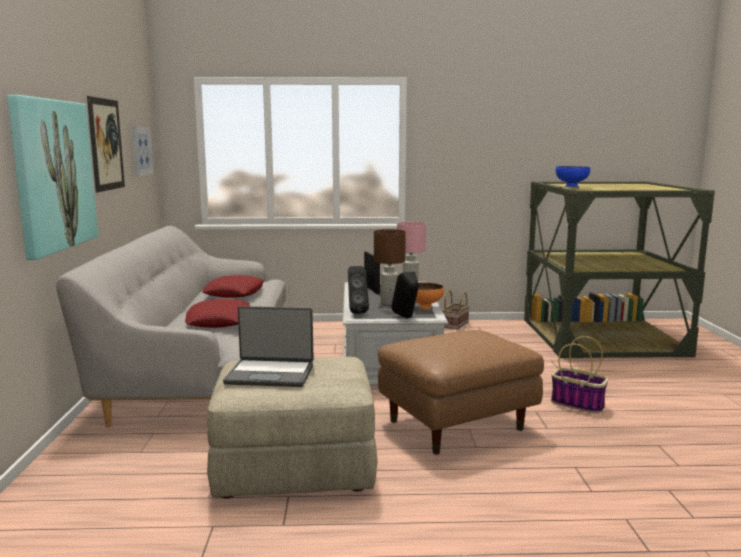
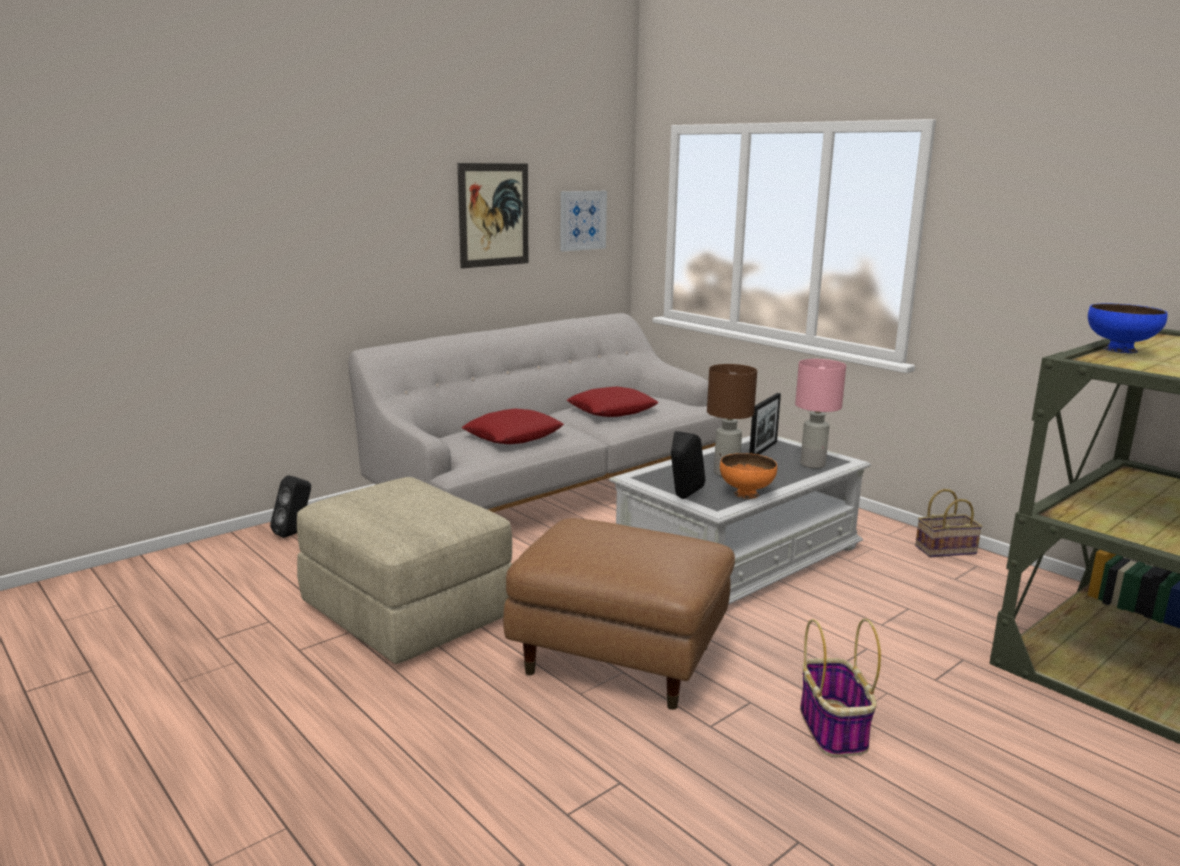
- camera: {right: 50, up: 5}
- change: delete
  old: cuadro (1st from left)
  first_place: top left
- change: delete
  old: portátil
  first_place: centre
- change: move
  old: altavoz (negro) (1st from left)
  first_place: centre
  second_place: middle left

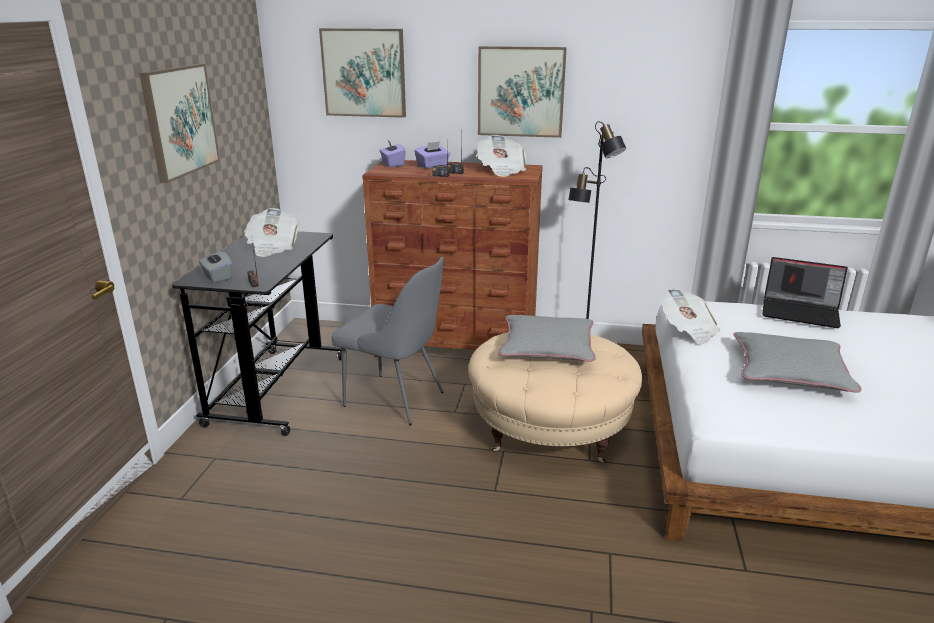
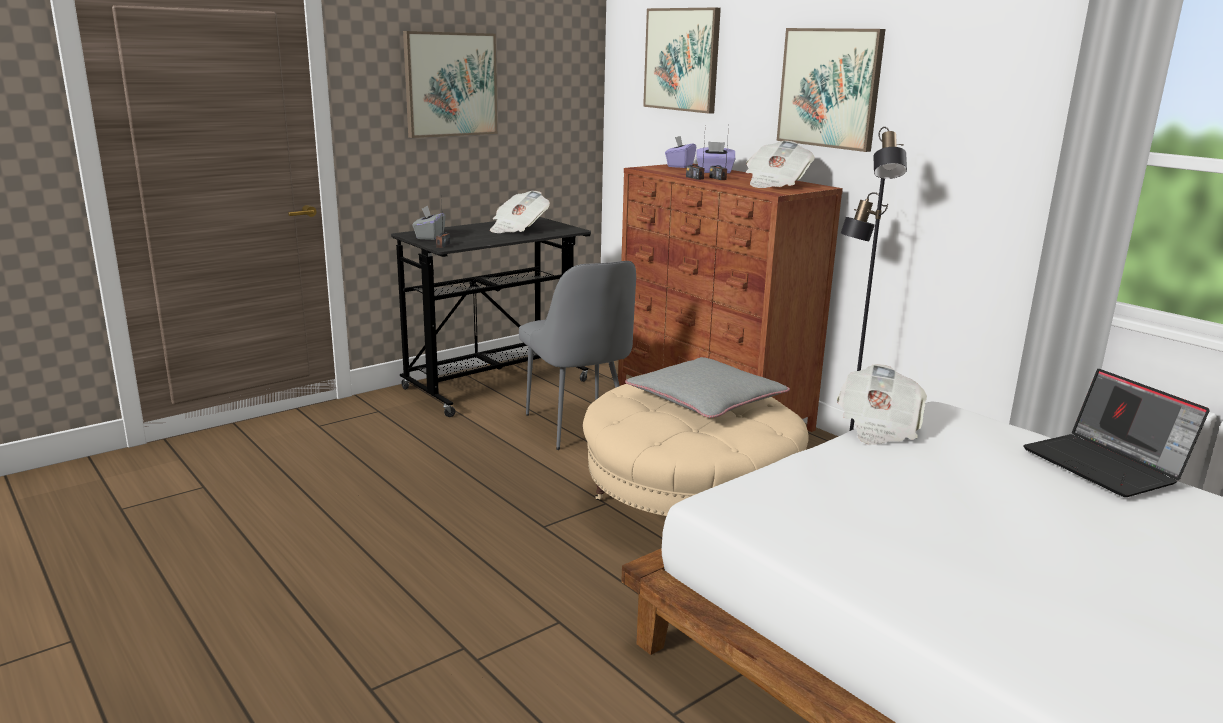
- camera: {right: 40, up: -5}
- change: delete
  old: cojín (gris) (2nd from left)
  first_place: middle right

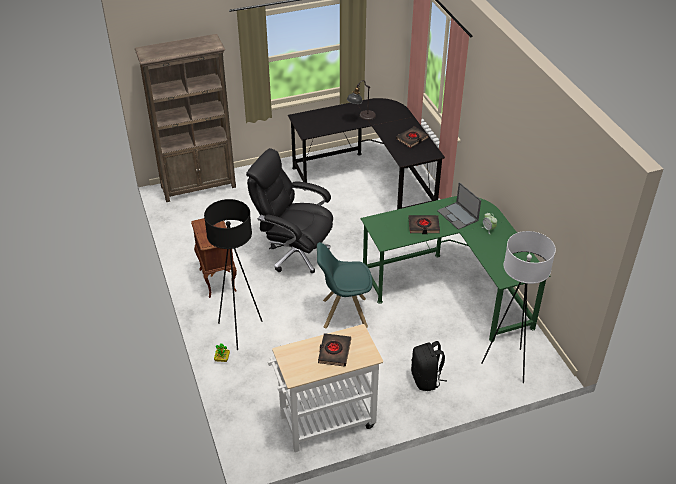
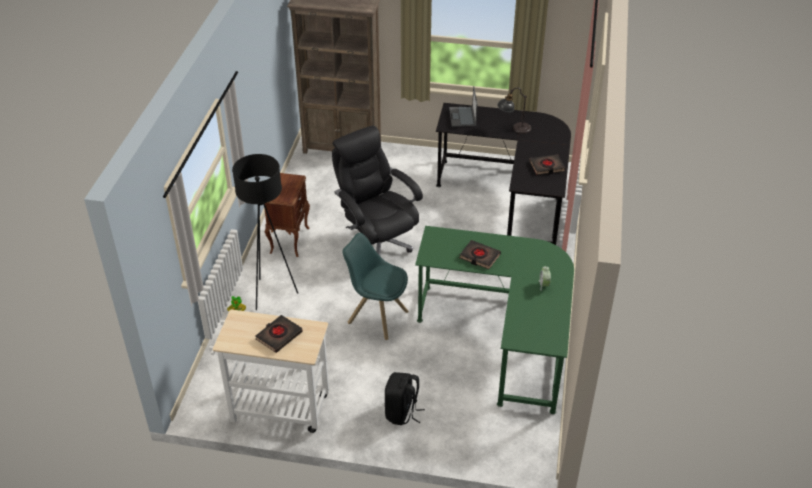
- camera: {right: 30, up: 0}
- change: move
  old: portátil
  first_place: middle right
  second_place: top centre
- change: delete
  old: lámpara de pie (blanco)
  first_place: middle right

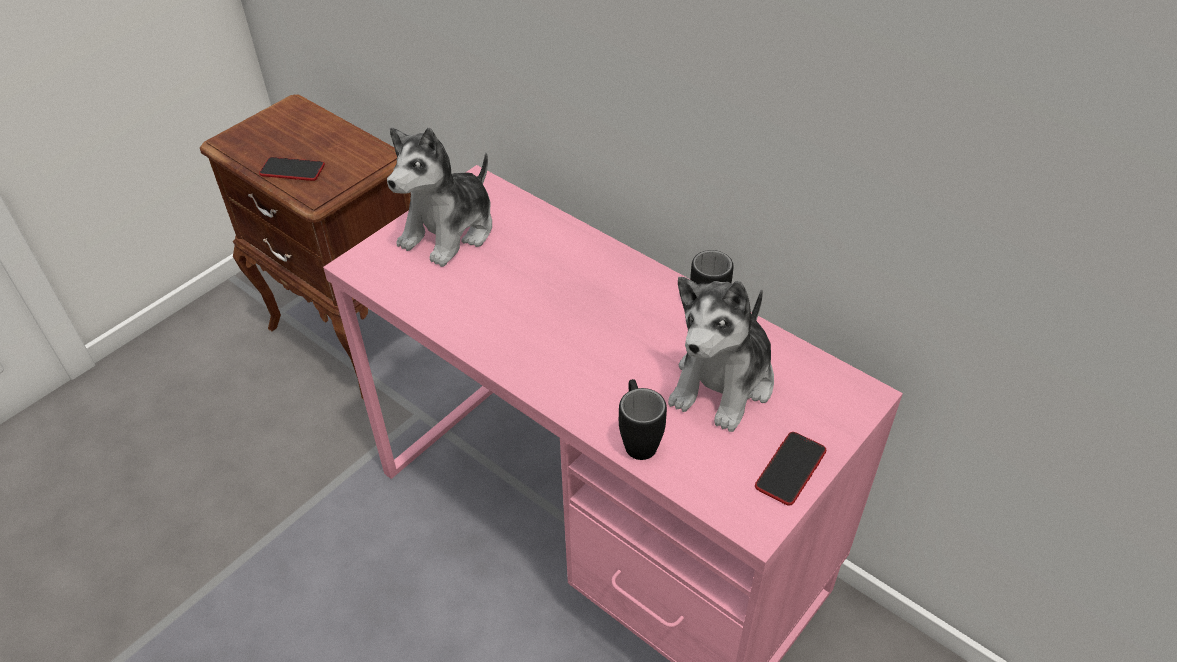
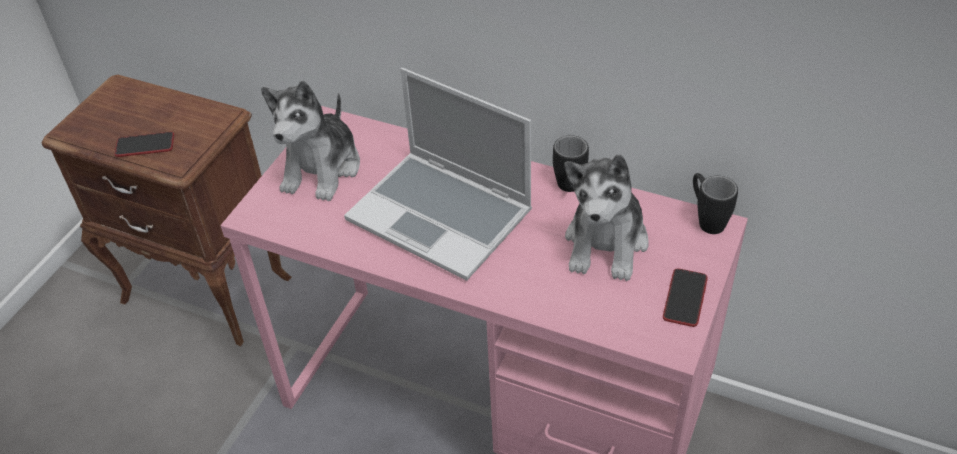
- camera: {right: -15, up: 0}
- change: move
  old: taza grande (negro) (1st from left in the first image)
  new: taza grande (negro) (2nd from left)
  first_place: centre
  second_place: middle right
- change: insert
  new: portátil
  second_place: centre

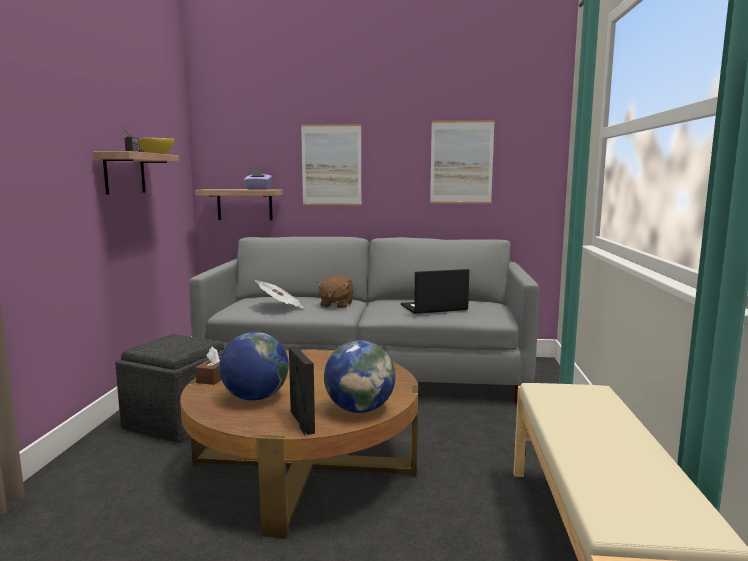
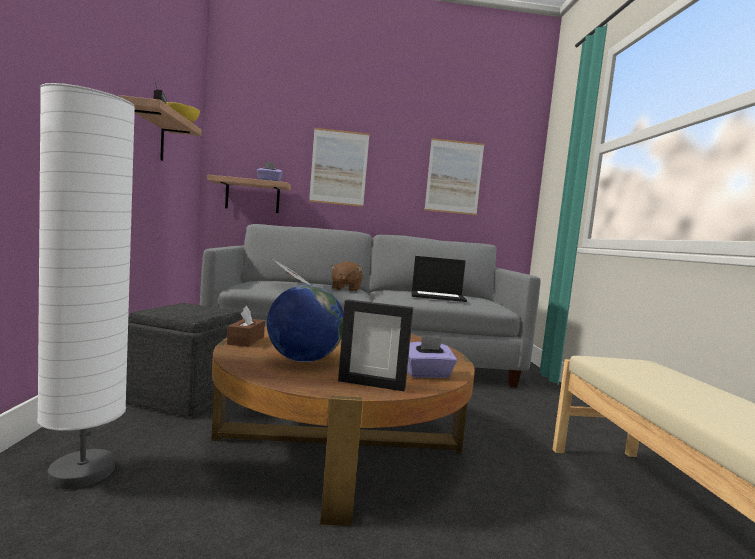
- camera: {right: -10, up: -5}
- change: rotate
  old: portarretratos
  first_place: bottom centre
  second_place: centre
  degrees: 135
- change: replace
  old: globo terráqueo (2nd from left)
  new: caja de pañuelos (morado) (2nd from left)
  first_place: bottom centre
  second_place: centre
- change: rotate
  old: portátil
  first_place: centre
  second_place: centre
  degrees: -150
- change: insert
  new: lámpara de pie (blanco)
  second_place: middle left

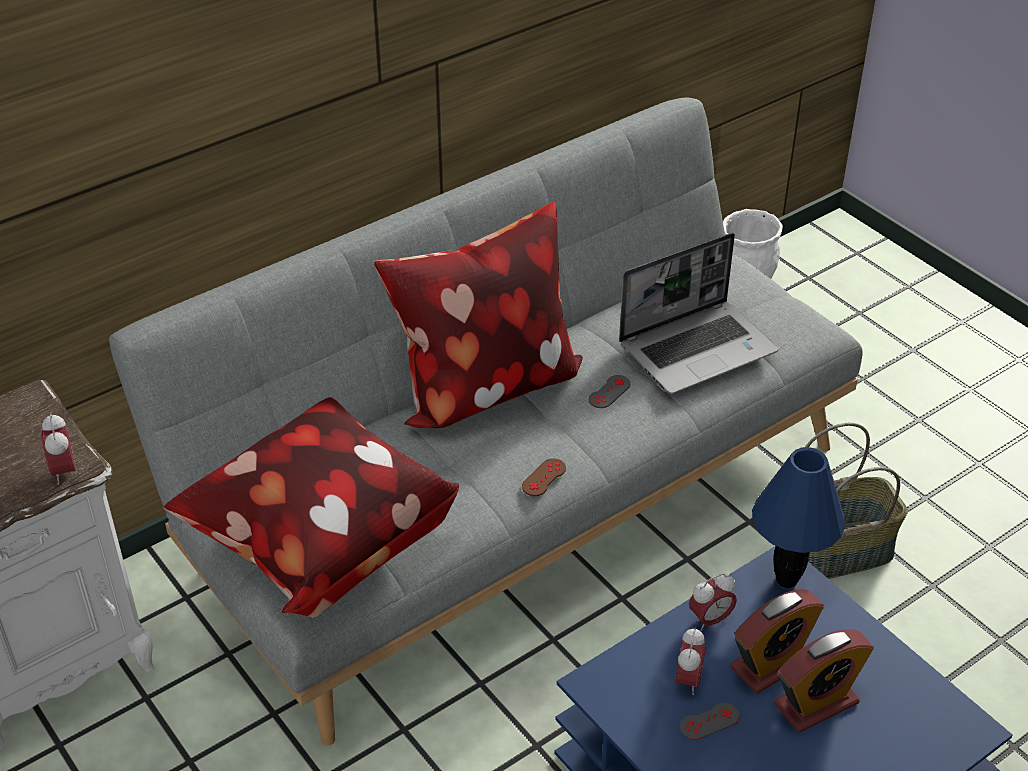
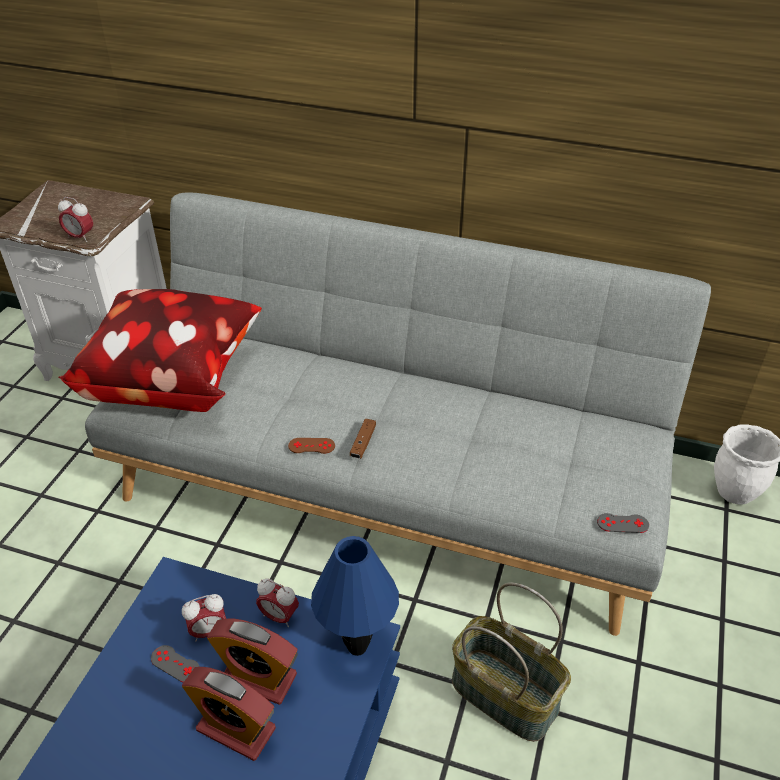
- camera: {right: 55, up: 0}
- change: rotate
  old: despertador (1st from left)
  first_place: middle left
  second_place: top left
  degrees: -105
- change: delete
  old: cojín (2nd from left)
  first_place: centre
- change: move
  old: mando de consola (gris) (1st from left in the first image)
  new: mando de consola (gris) (2nd from left)
  first_place: centre
  second_place: bottom right
- change: delete
  old: portátil
  first_place: middle right
- change: insert
  new: mando de consola (marrón) (2nd from left)
  second_place: centre

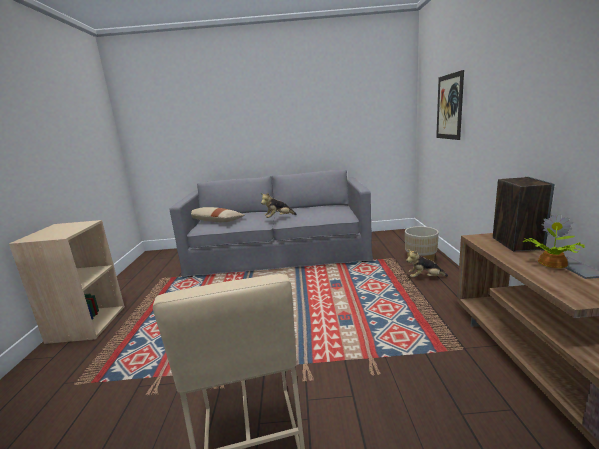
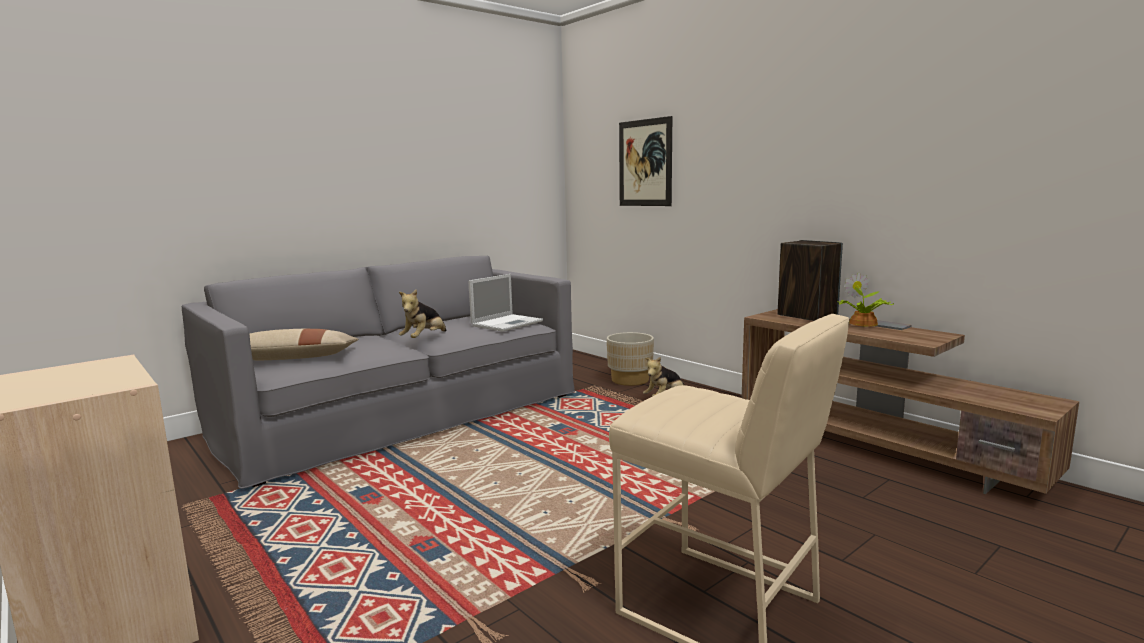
- camera: {right: -40, up: -5}
- change: insert
  new: portátil
  second_place: centre

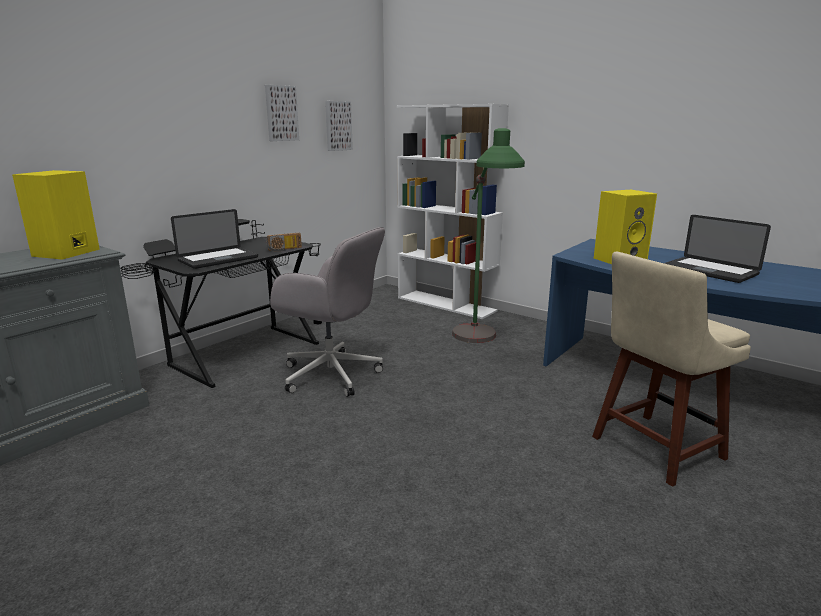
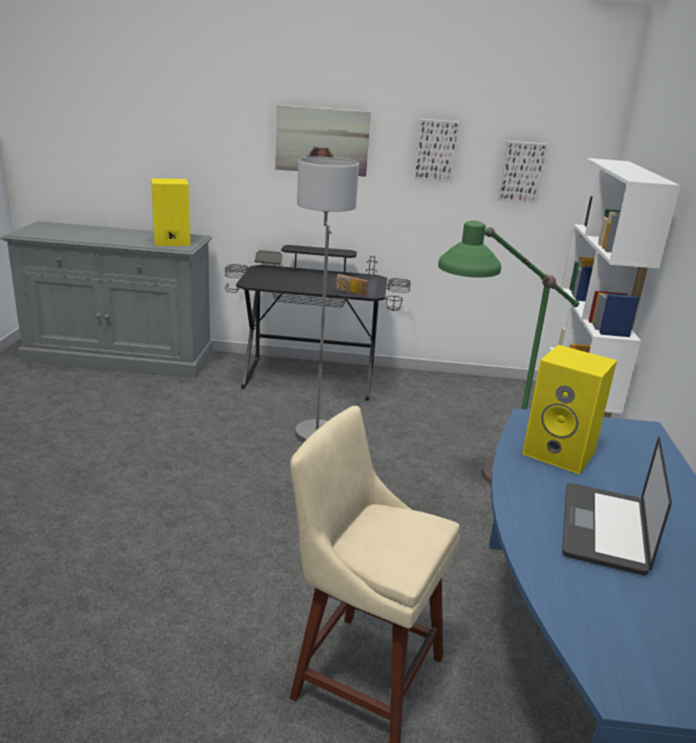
- camera: {right: 55, up: 5}
- change: delete
  old: portátil (1st from left)
  first_place: middle left
- change: replace
  old: silla de oficina (gris)
  new: lámpara de pie (gris)
  first_place: centre
  second_place: centre
- change: insert
  new: cuadro (1st from left)
  second_place: top centre

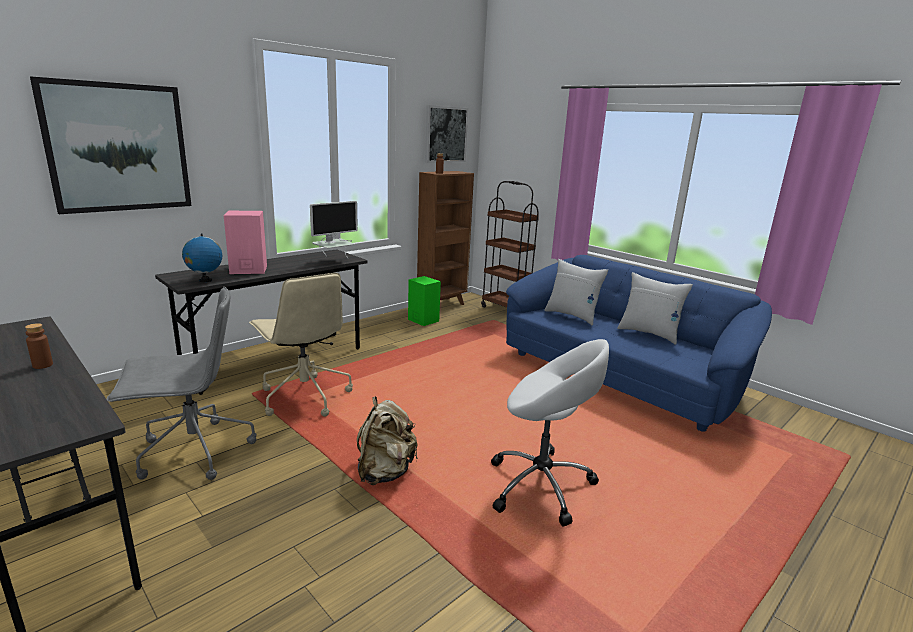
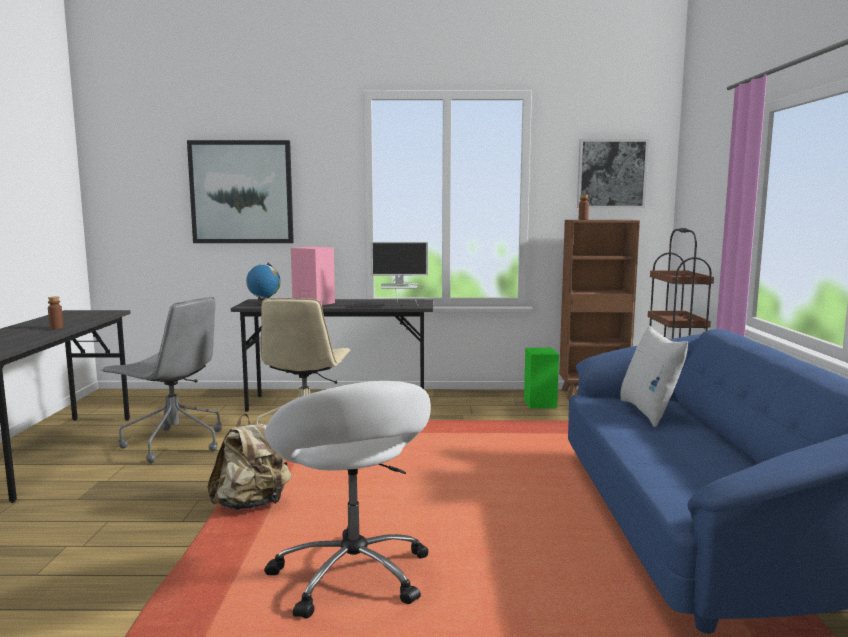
- camera: {right: 45, up: -10}
- change: delete
  old: cojín (gris) (2nd from left)
  first_place: middle right

